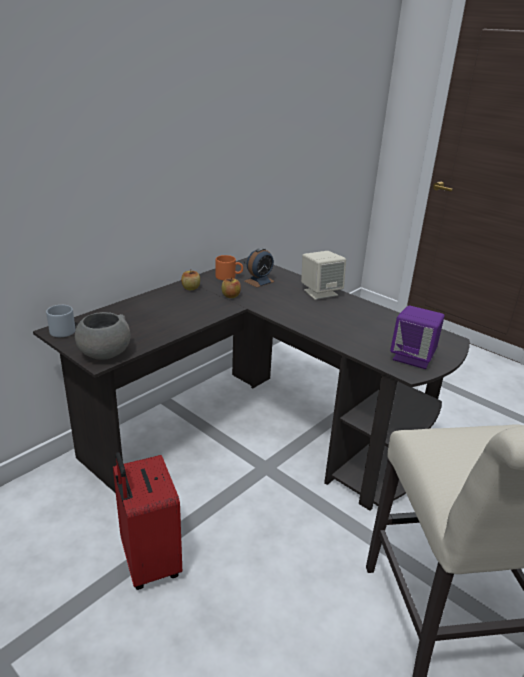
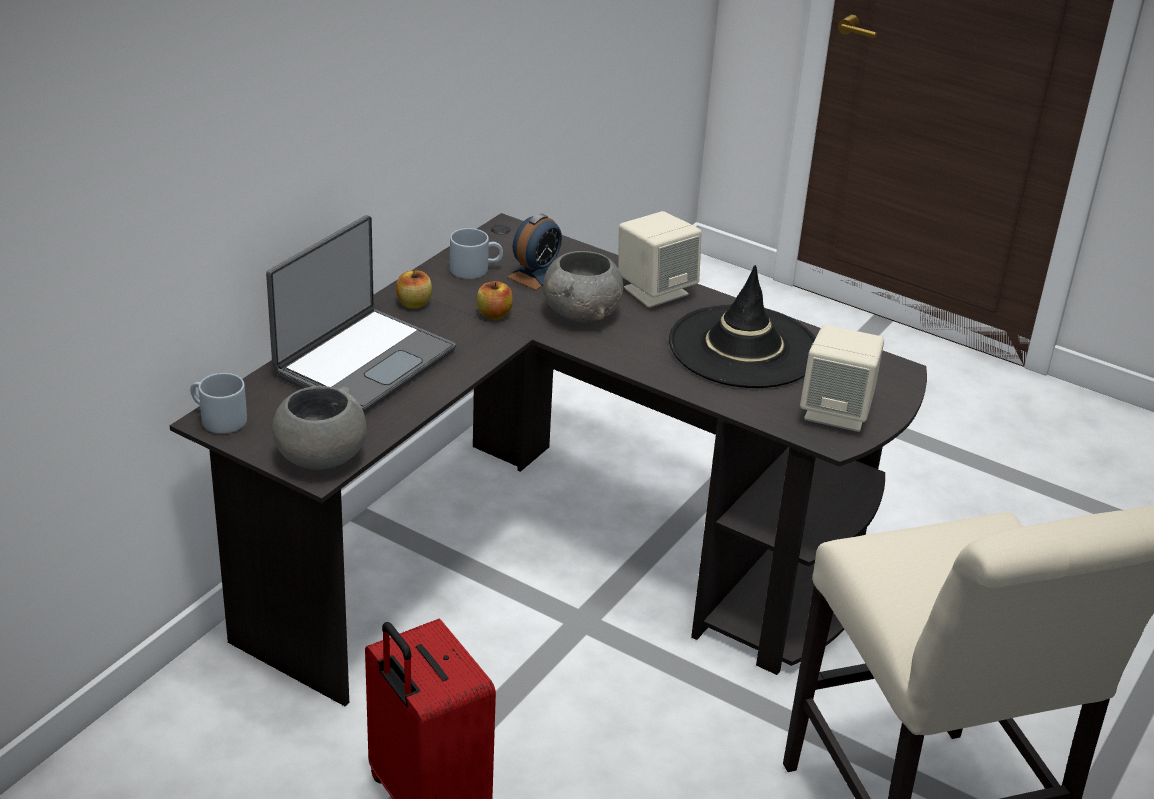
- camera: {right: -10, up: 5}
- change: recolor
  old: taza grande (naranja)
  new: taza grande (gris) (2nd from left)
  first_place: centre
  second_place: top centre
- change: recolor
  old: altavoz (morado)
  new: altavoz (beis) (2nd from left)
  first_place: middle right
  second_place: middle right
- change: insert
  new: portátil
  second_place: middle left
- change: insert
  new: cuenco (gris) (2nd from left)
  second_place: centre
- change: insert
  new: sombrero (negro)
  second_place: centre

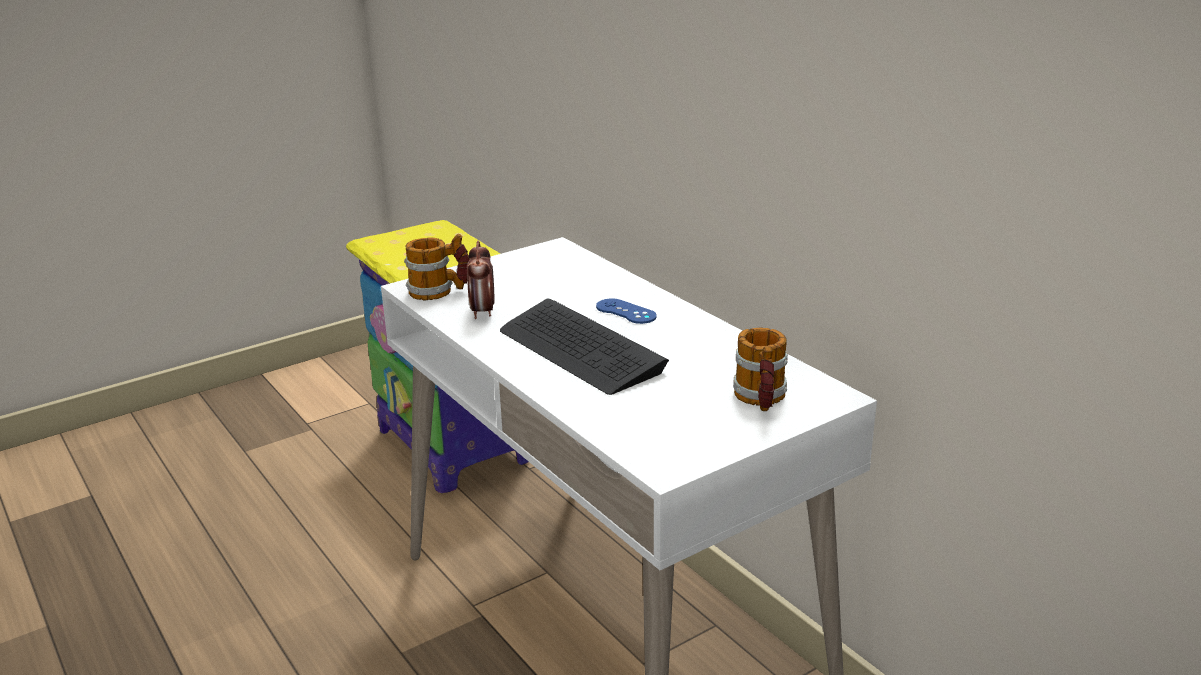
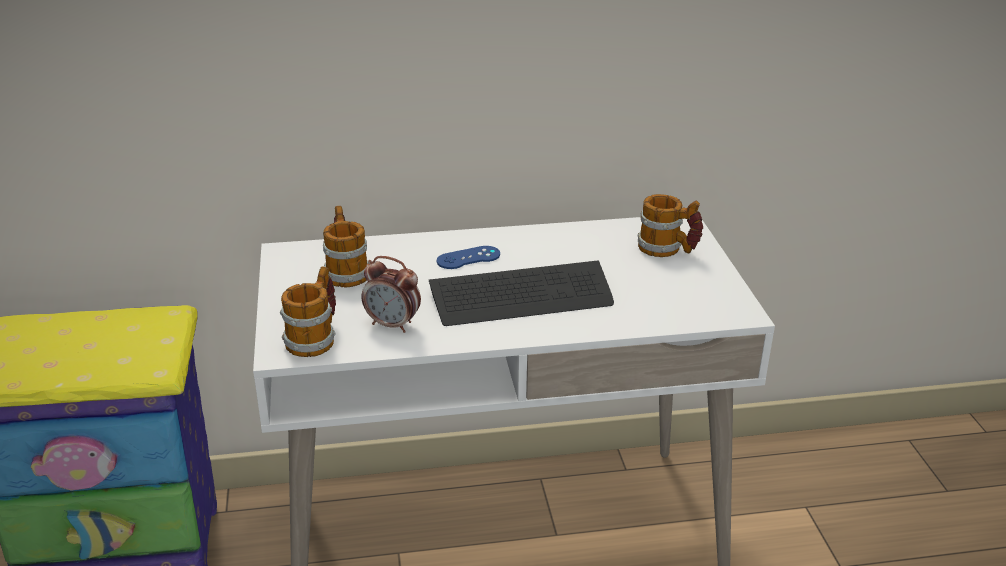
- camera: {right: -65, up: 5}
- change: insert
  new: taza grande (2nd from left)
  second_place: centre

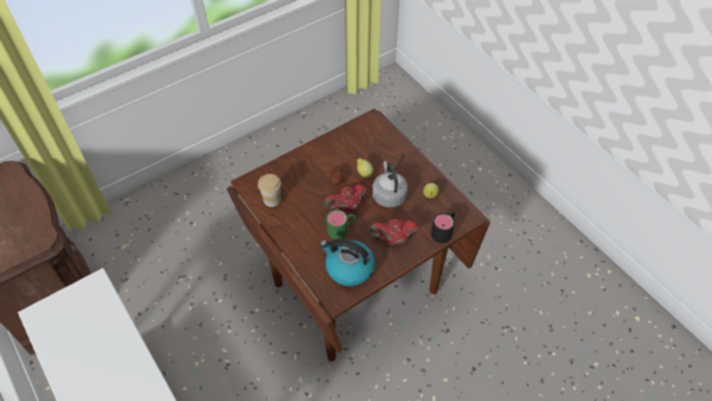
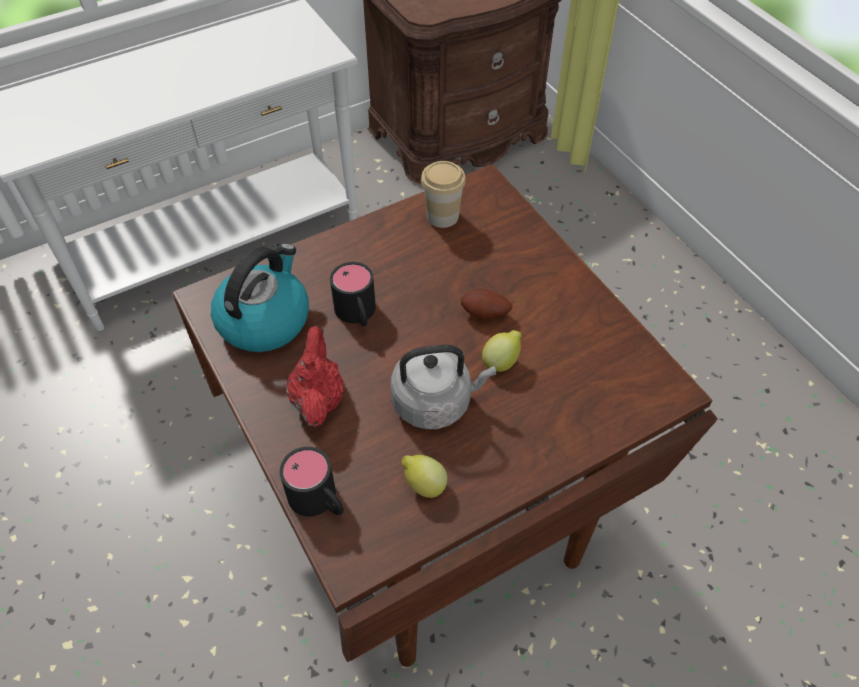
- camera: {right: 95, up: 0}
- change: delete
  old: tetera (rojo) (1st from left)
  first_place: centre
- change: recolor
  old: taza grande (verde)
  new: taza grande (negro) (2nd from left)
  first_place: centre
  second_place: centre

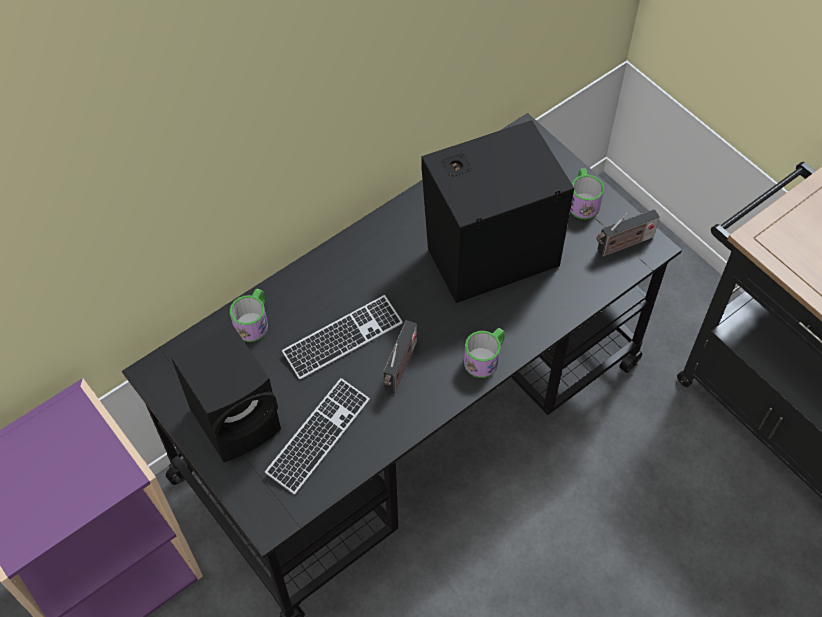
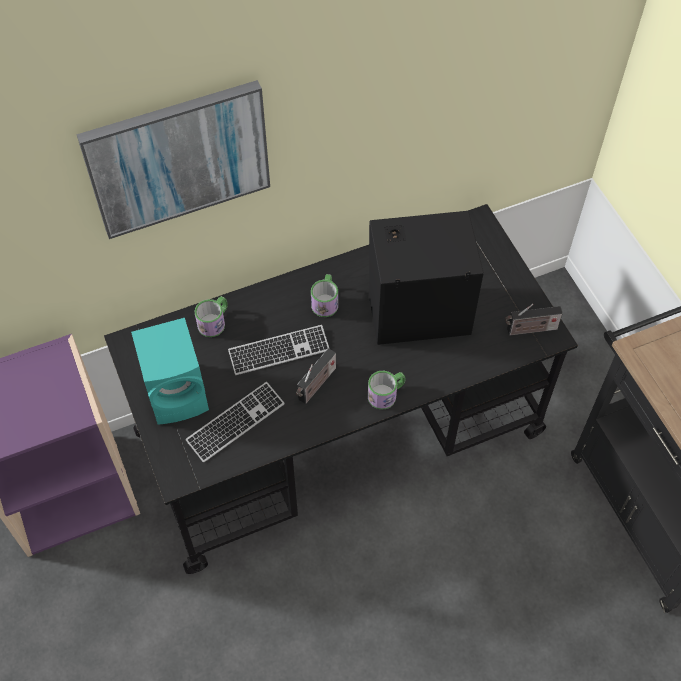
- camera: {right: 15, up: 0}
- change: recolor
  old: altavoz (negro) (1st from left)
  new: altavoz (turquesa)
  first_place: middle left
  second_place: middle left
- change: move
  old: taza grande (3rd from left in the first image)
  new: taza grande (2nd from left)
  first_place: top right
  second_place: centre
- change: insert
  new: cuadro
  second_place: top left

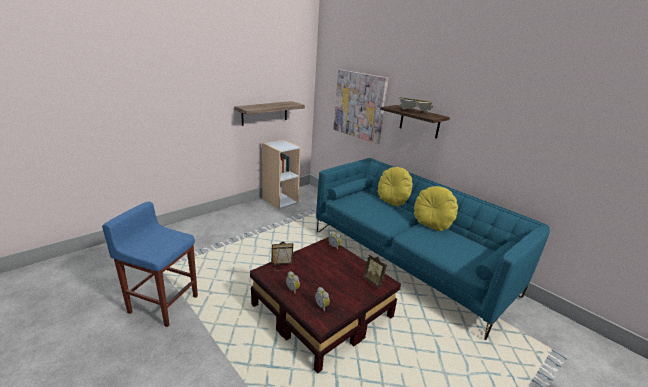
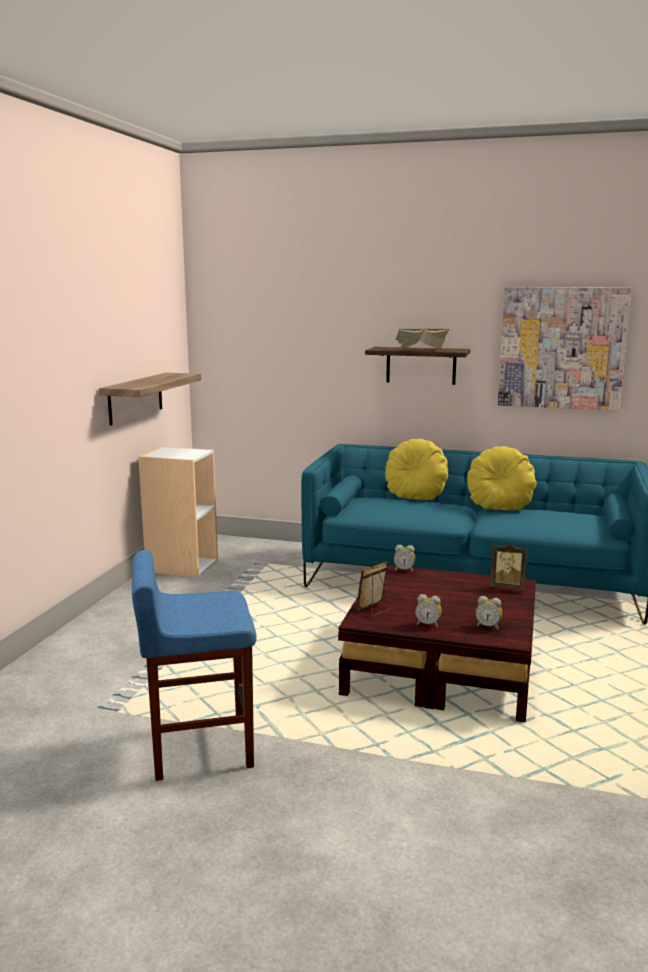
- camera: {right: -30, up: -10}
- change: move
  old: cuadro
  first_place: top centre
  second_place: middle right

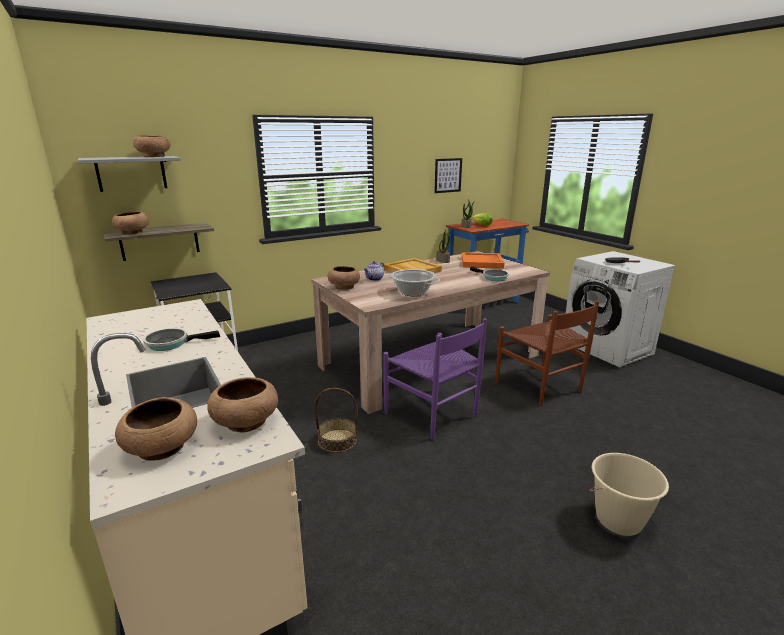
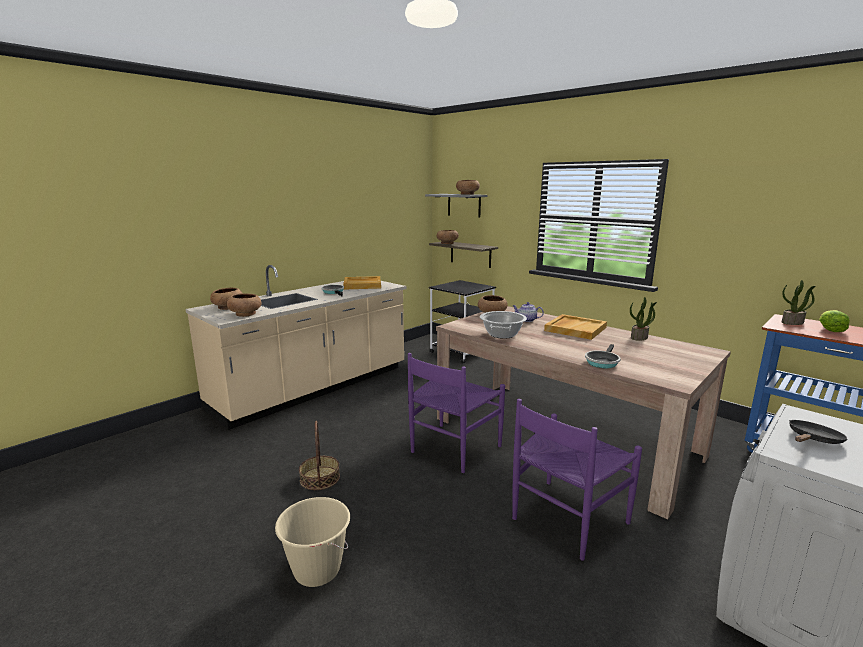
- camera: {right: 75, up: -5}
- change: move
  old: cesta
  first_place: centre
  second_place: bottom centre
- change: delete
  old: cuadro
  first_place: top centre
- change: delete
  old: bandeja (naranja)
  first_place: centre
- change: recolor
  old: silla (marrón)
  new: silla (morado) (2nd from left)
  first_place: middle right
  second_place: bottom right
- change: insert
  new: bandeja (beis) (1st from left)
  second_place: centre

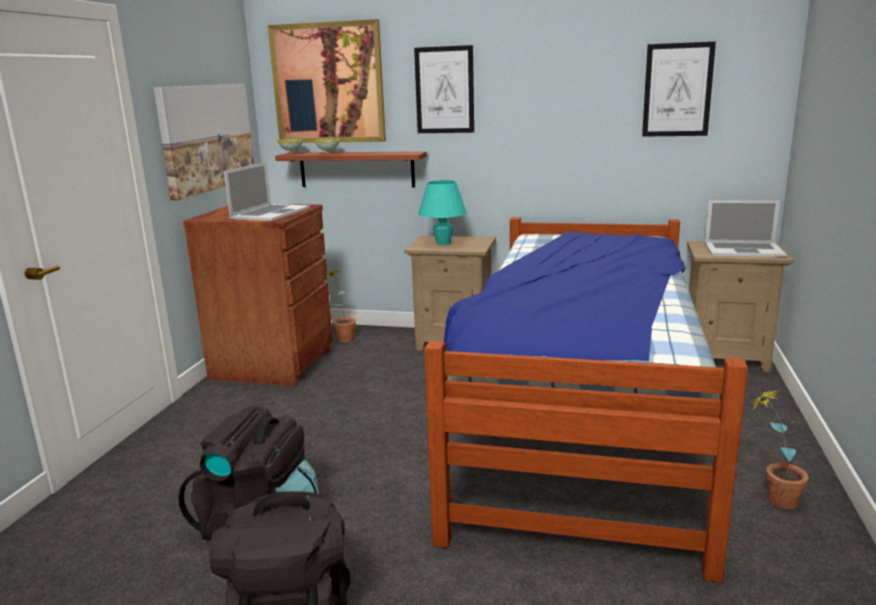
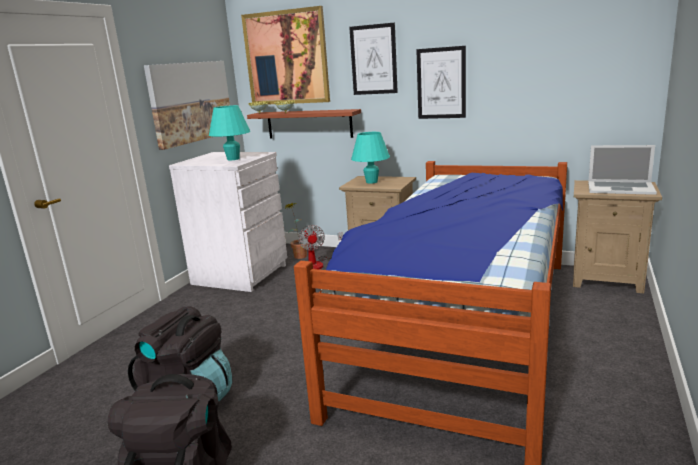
- camera: {right: 10, up: 0}
- change: recolor
  old: cómoda (marrón)
  new: cómoda (blanco)
  first_place: middle left
  second_place: middle left
- change: replace
  old: portátil (1st from left)
  new: lámpara de mesa (turquesa) (1st from left)
  first_place: top left
  second_place: top left
- change: move
  old: cuadro (4th from left)
  first_place: top right
  second_place: top centre
- change: delete
  old: planta en maceta (2nd from left)
  first_place: bottom right
- change: insert
  new: ventilador
  second_place: centre

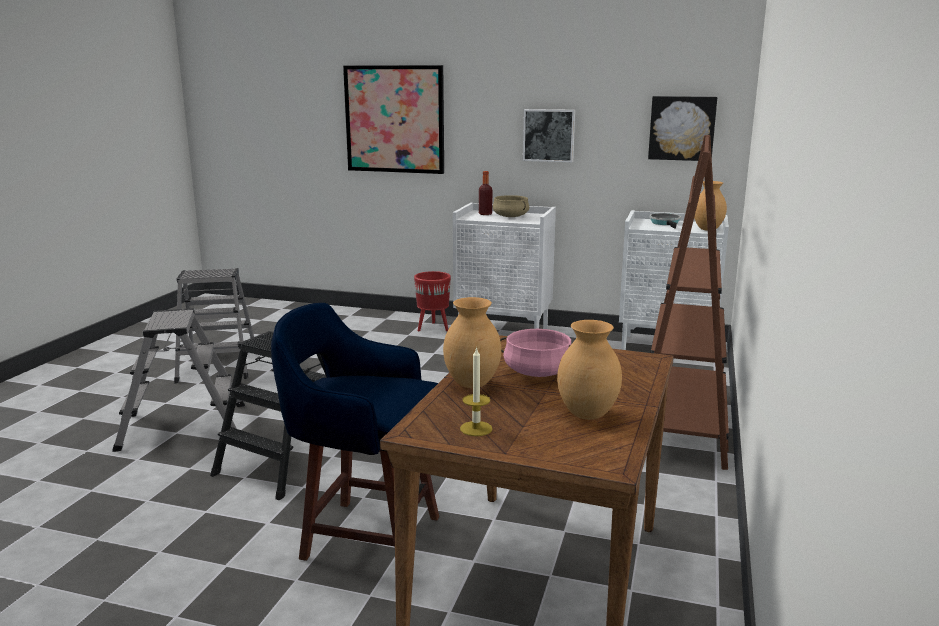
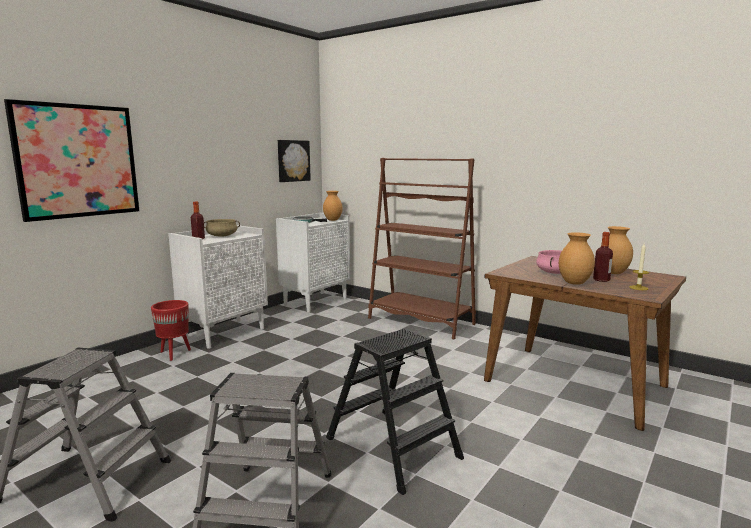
- camera: {right: -70, up: -5}
- change: delete
  old: taburete (azul)
  first_place: bottom centre
- change: delete
  old: cuadro (2nd from left)
  first_place: top centre
- change: insert
  new: botella (2nd from left)
  second_place: middle right

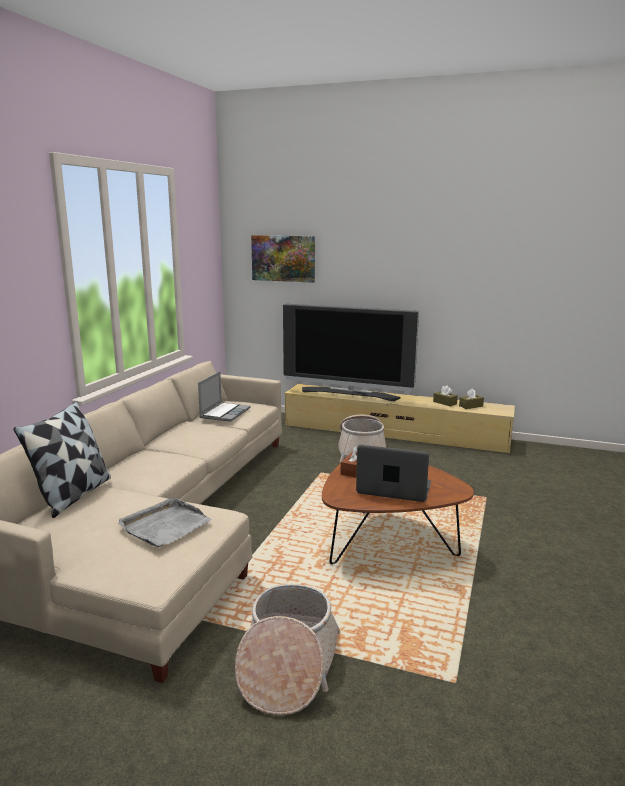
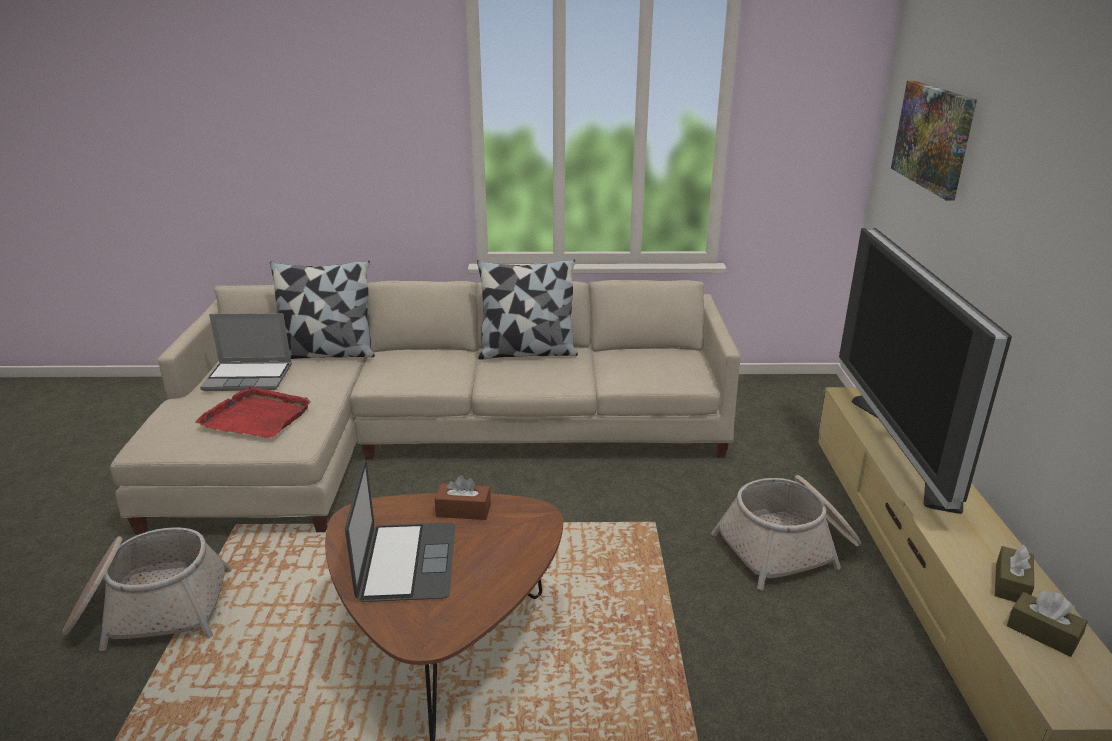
- camera: {right: 70, up: 10}
- change: recolor
  old: bandeja (gris)
  new: bandeja (rojo)
  first_place: middle left
  second_place: middle left
- change: move
  old: portátil (1st from left)
  first_place: centre
  second_place: middle left
- change: insert
  new: cojín (2nd from left)
  second_place: centre

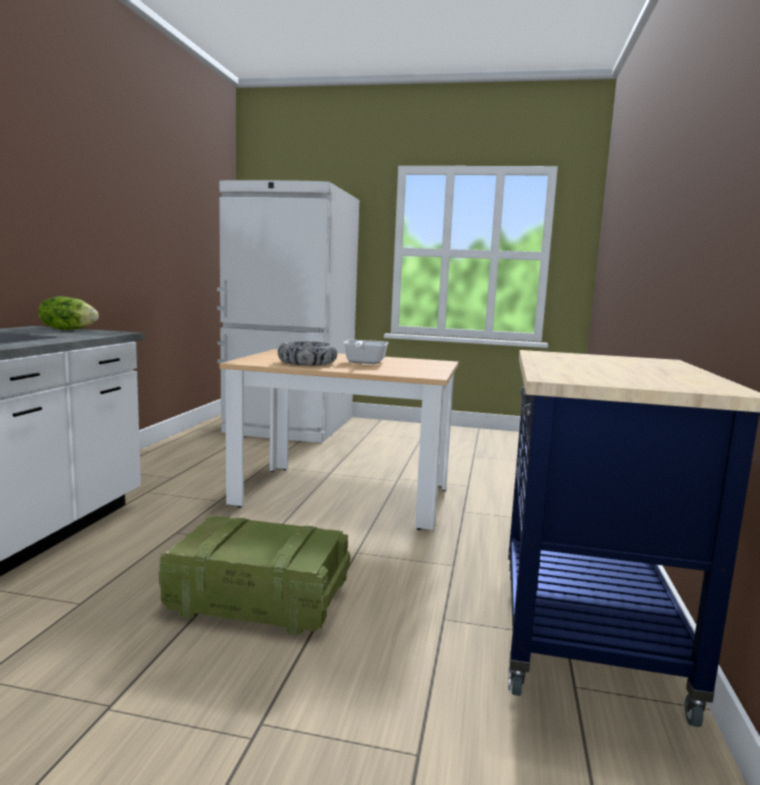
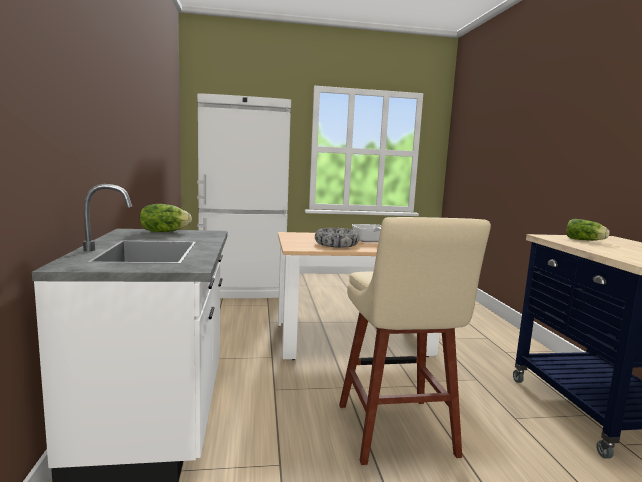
- camera: {right: -20, up: 0}
- change: replace
  old: caja de embalaje
  new: taburete (beis)
  first_place: bottom centre
  second_place: bottom centre
- change: insert
  new: lechuga (2nd from left)
  second_place: middle right

